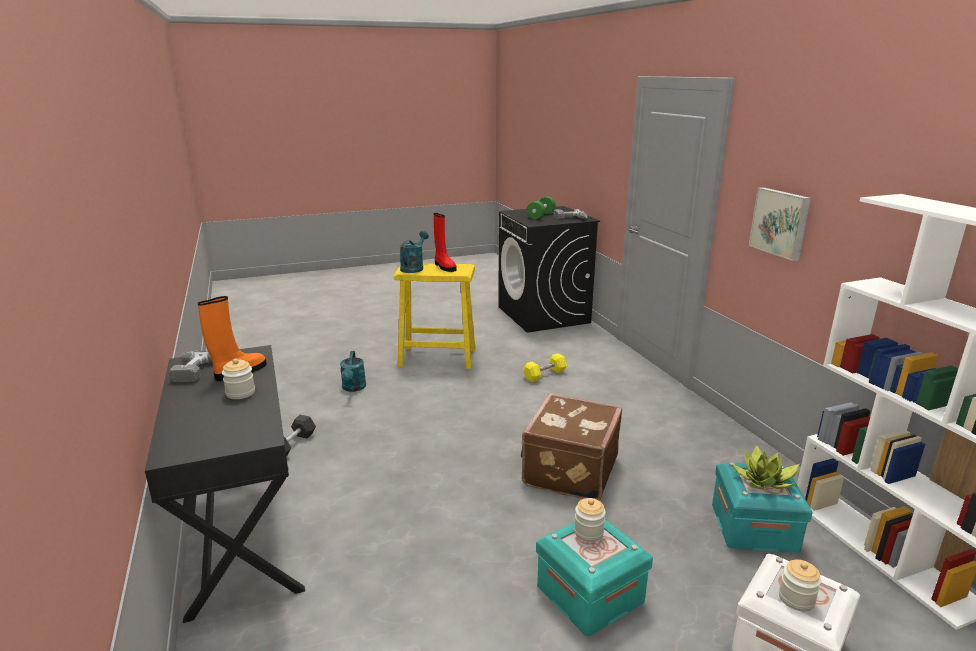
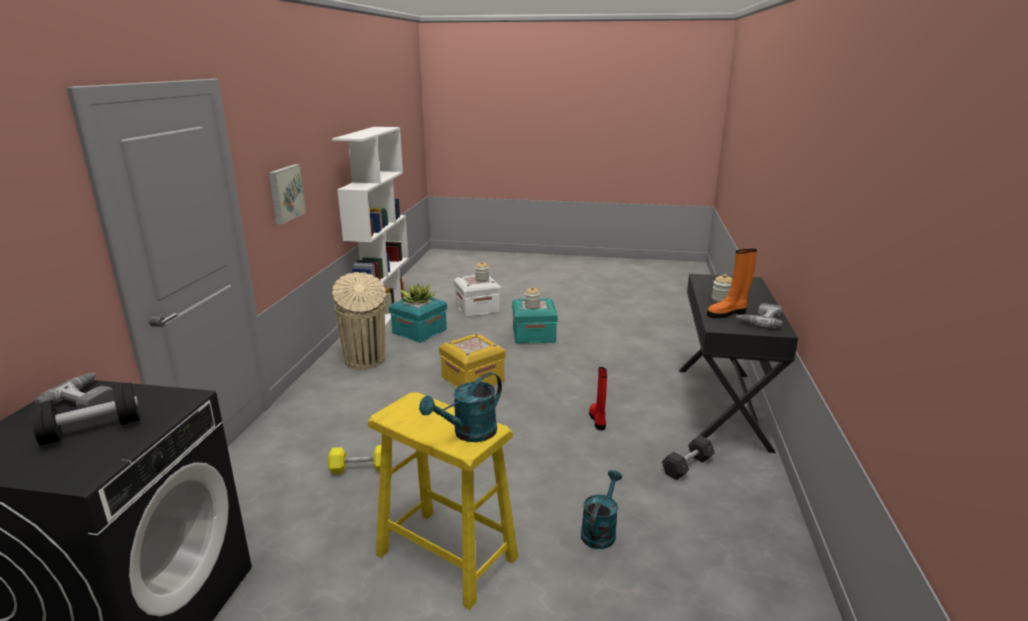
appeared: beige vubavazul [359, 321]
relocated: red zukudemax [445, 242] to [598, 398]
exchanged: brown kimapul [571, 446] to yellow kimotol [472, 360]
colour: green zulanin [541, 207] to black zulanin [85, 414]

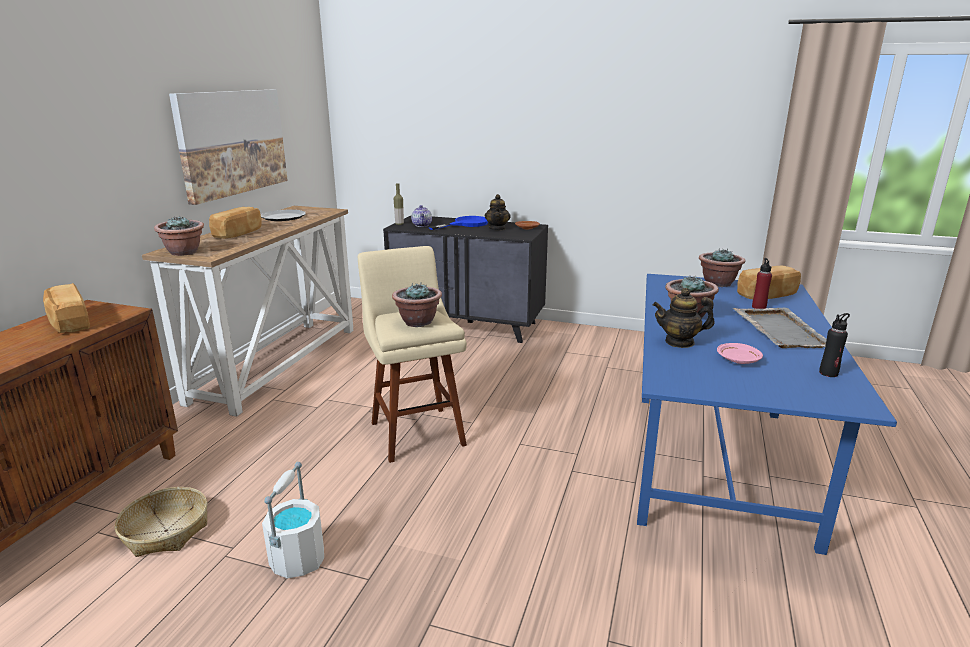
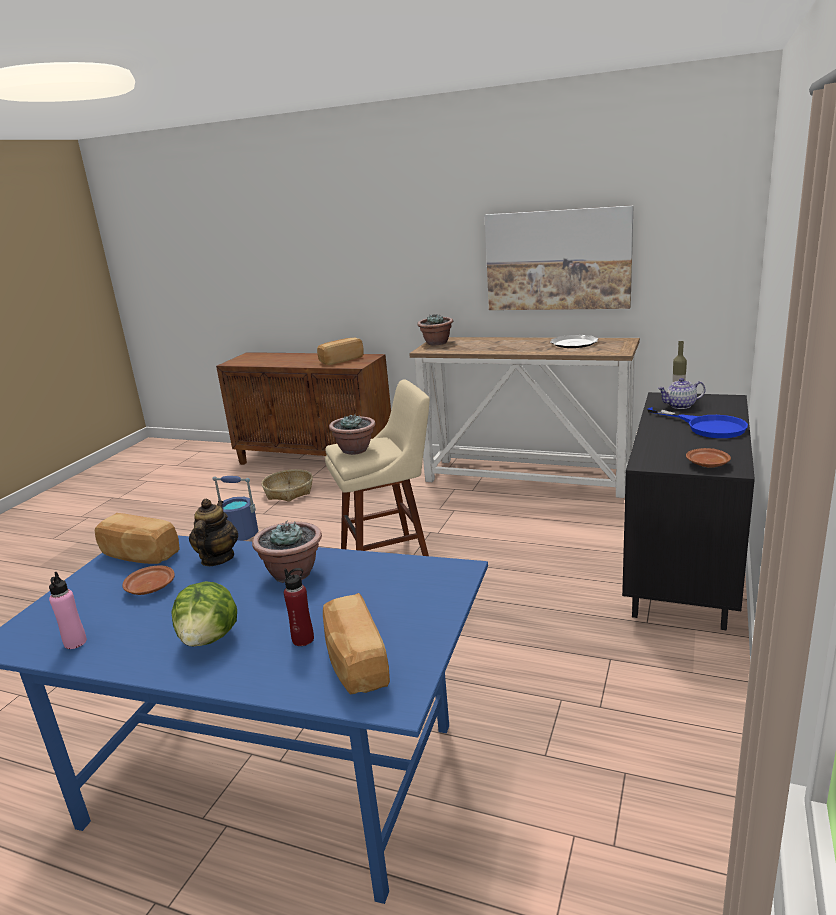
missing: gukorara [498, 212]; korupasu [722, 267]
relocated: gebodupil [235, 223] to [137, 538]
exchanged: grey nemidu [780, 328] to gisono [204, 614]
colour: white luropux [293, 520] to blue luropux [235, 508]; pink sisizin [740, 353] to brown sisizin [149, 580]; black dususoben [834, 345] to pink dususoben [68, 610]

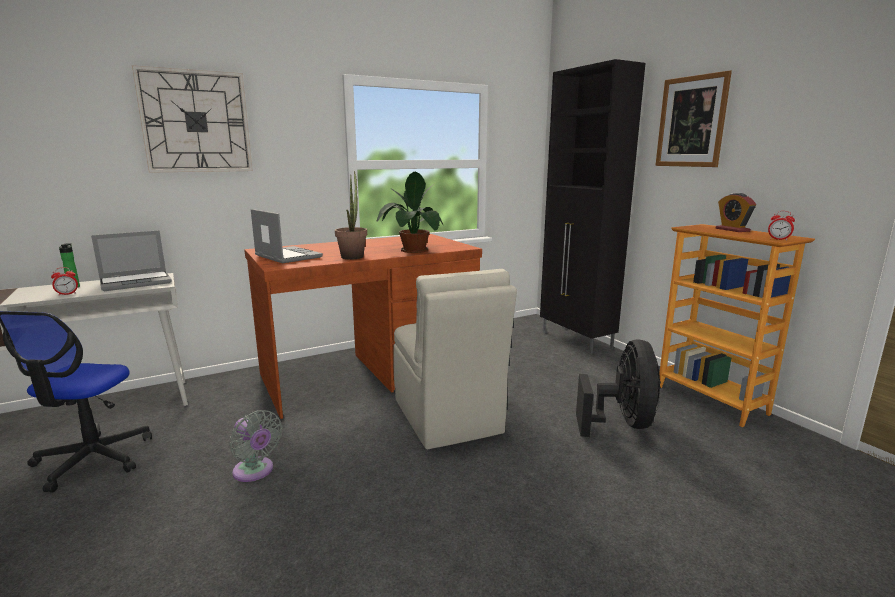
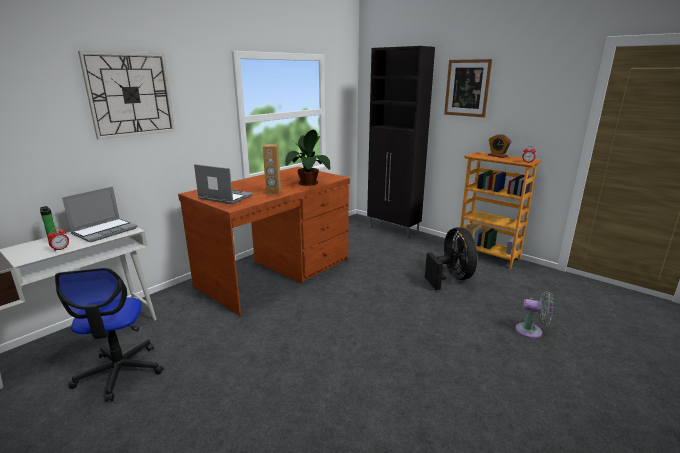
missing: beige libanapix [455, 359]
relocated: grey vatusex [255, 446] to [534, 315]
exchanged: korupasu [351, 215] to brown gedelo [272, 169]

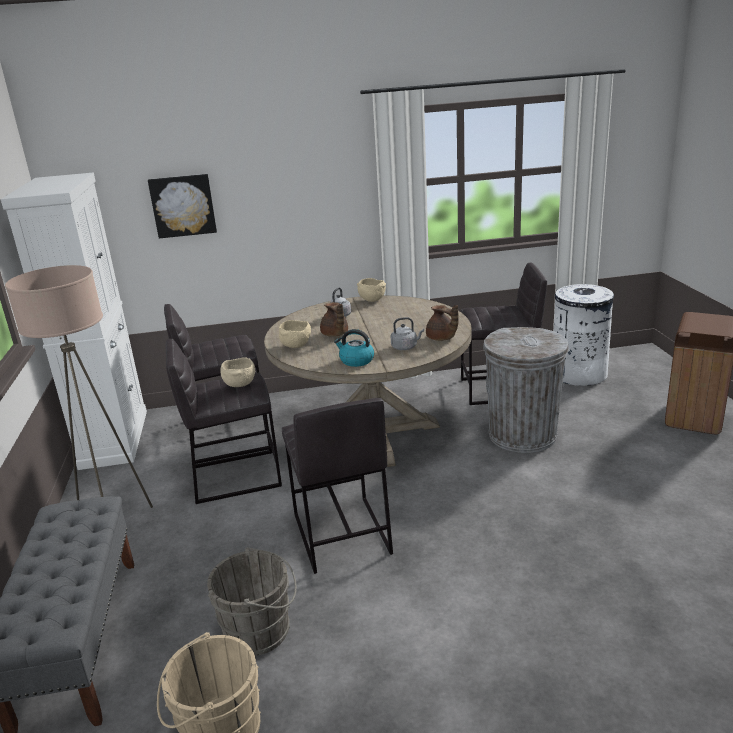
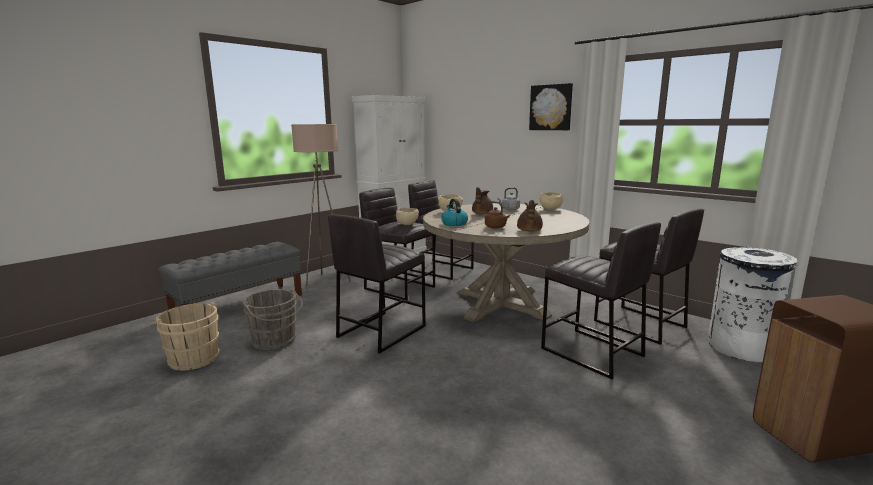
relocated: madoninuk [182, 206] to [551, 106]
exchanged: grey vubavazul [526, 390] to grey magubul [601, 300]
colour: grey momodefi [407, 333] to brown momodefi [497, 214]

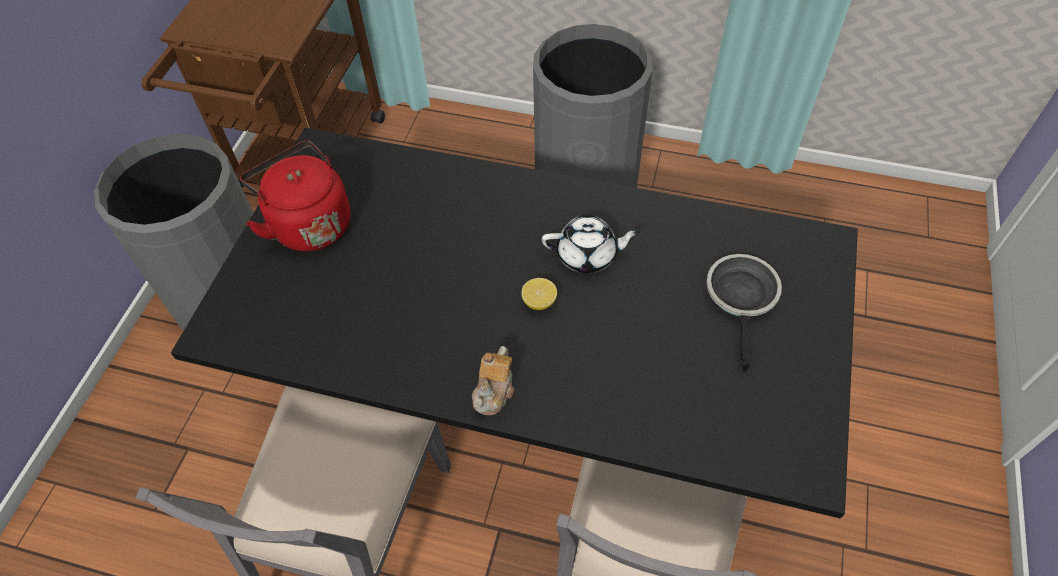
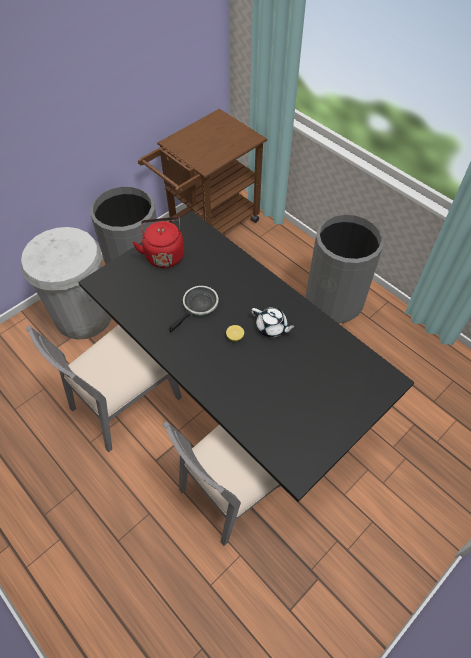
missing: gukorara [493, 380]
appeared: white vubavazul [66, 283]
relocated: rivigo [744, 313] to [194, 309]

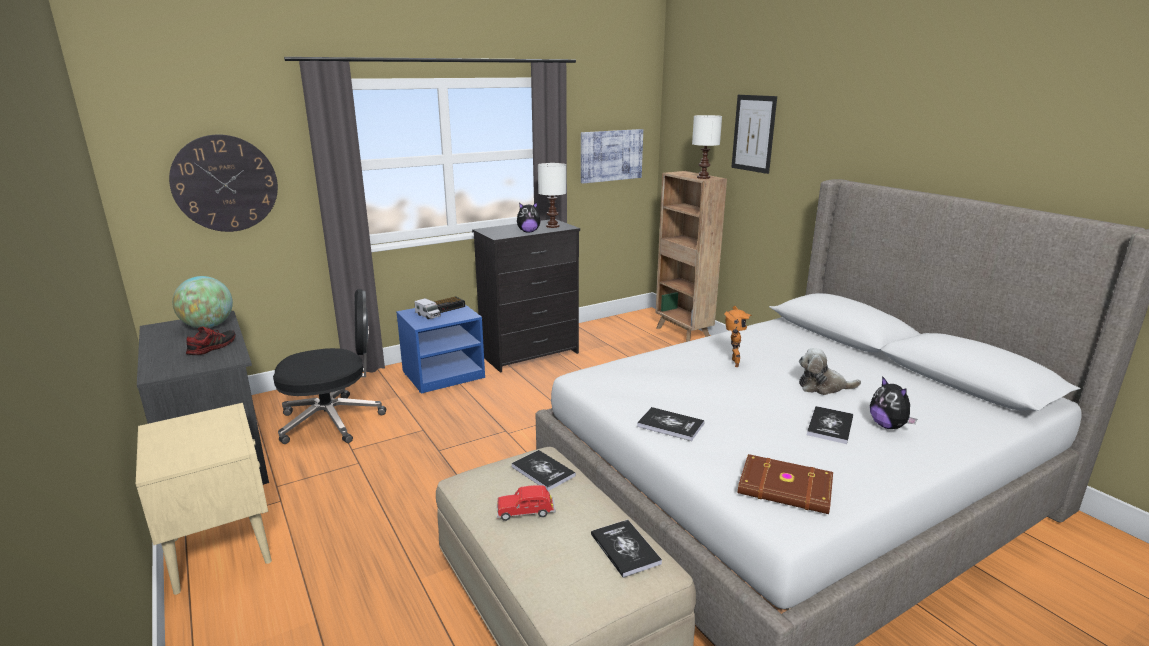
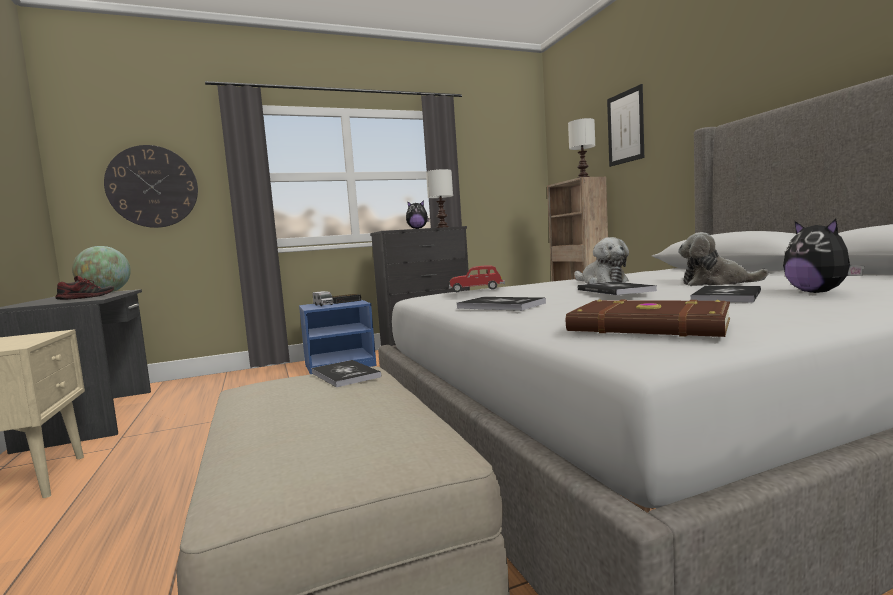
missing: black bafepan [329, 366]; madoninuk [612, 156]
relocated: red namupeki [526, 503] to [477, 278]; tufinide [626, 549] to [617, 288]
exchanged: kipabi [738, 336] to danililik [601, 260]

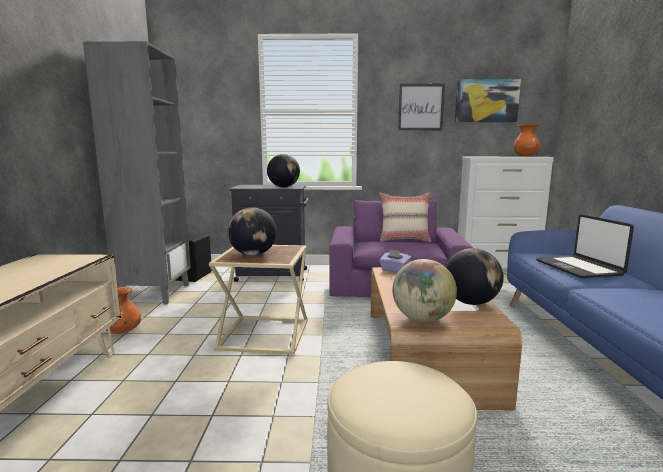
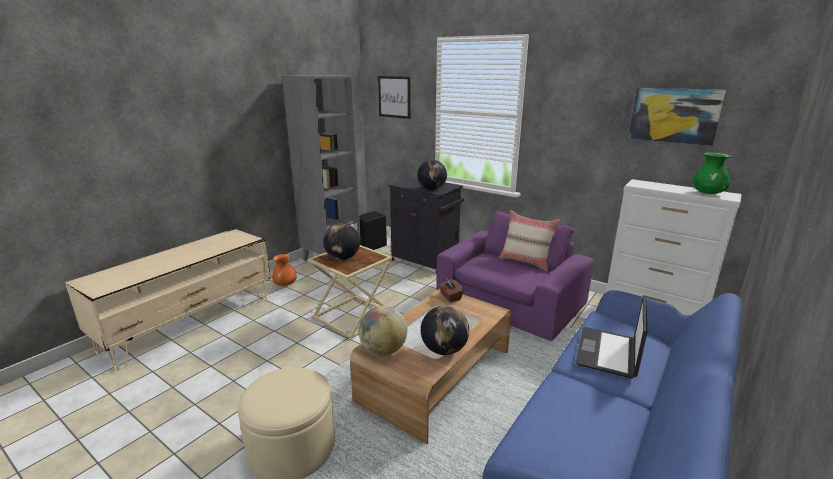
relocated: madoninuk [421, 107] to [394, 97]
colour: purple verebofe [395, 261] to brown verebofe [451, 290]; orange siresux [527, 140] to green siresux [711, 173]

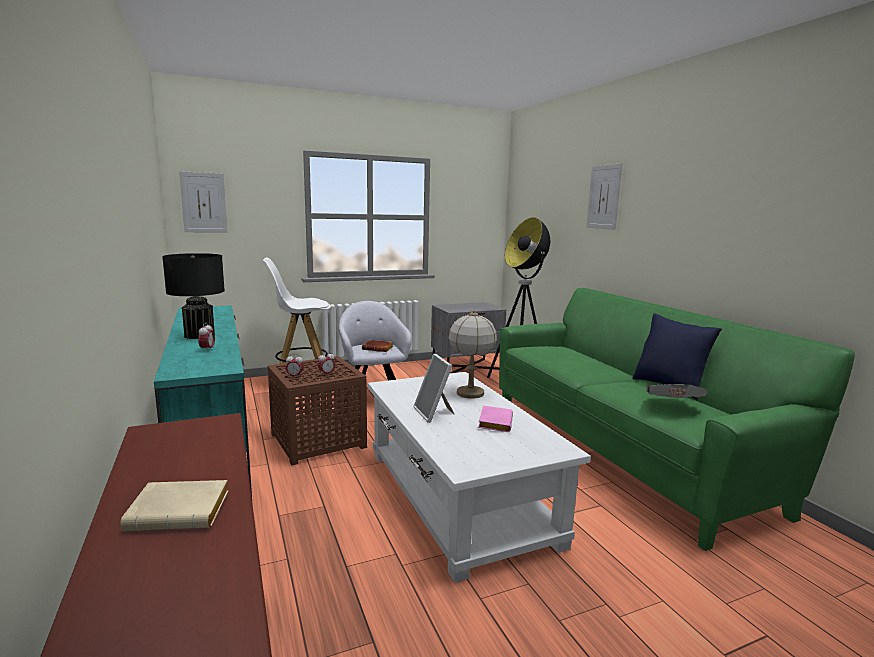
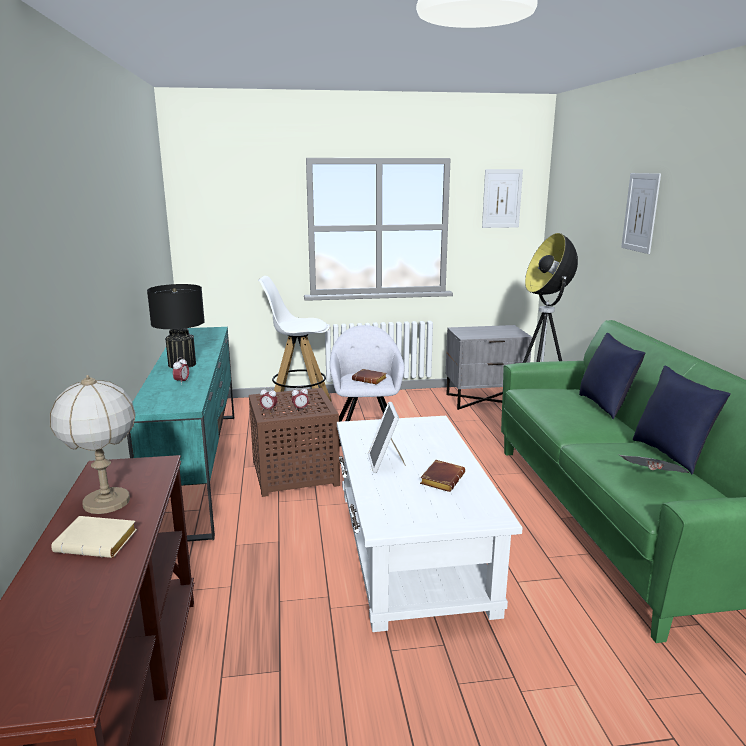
appeared: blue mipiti [612, 376]
relocated: madoninuk [203, 202] to [502, 198]; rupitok [472, 354] to [93, 444]
colour: pink tufinide [495, 418] to brown tufinide [442, 476]

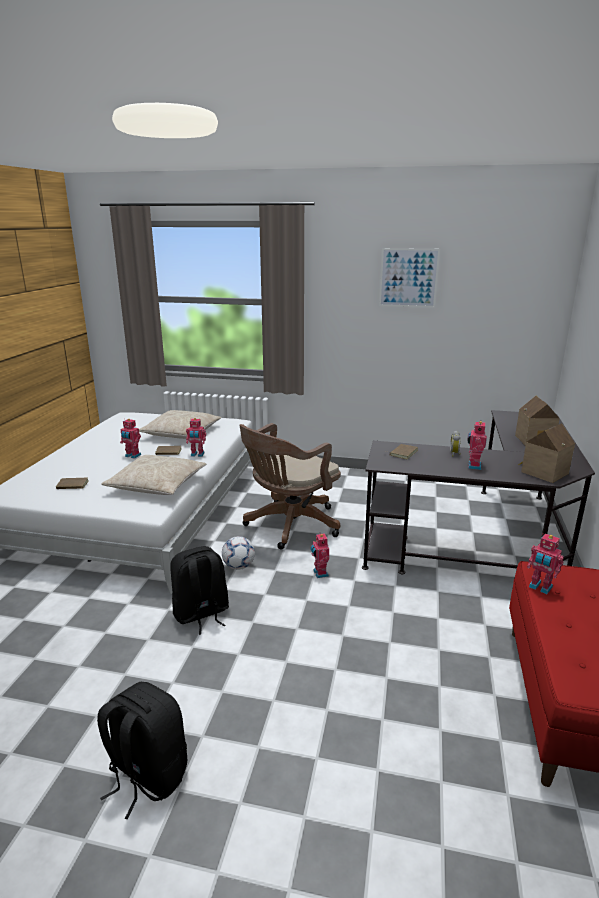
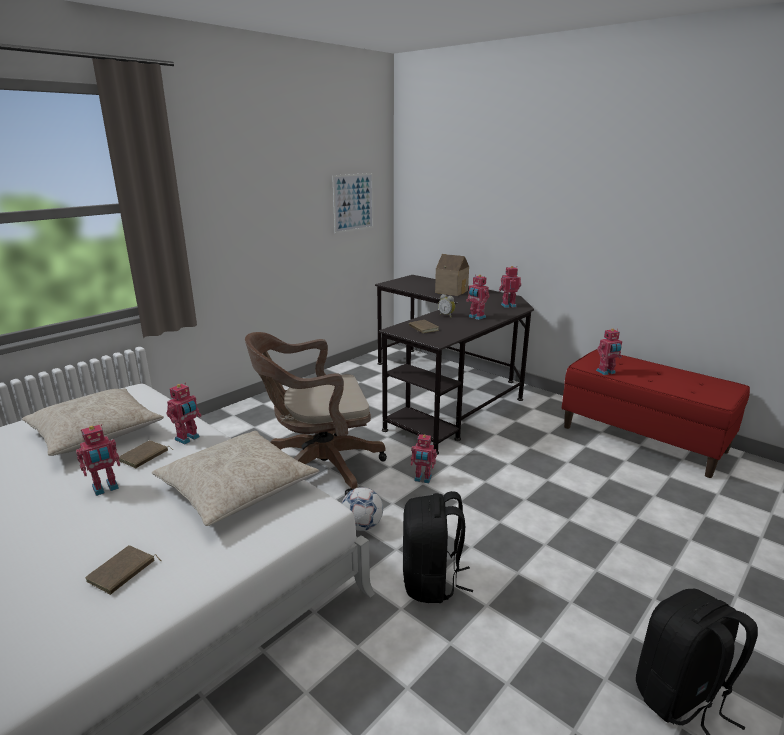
relocated: madoninuk [409, 278] to [352, 203]
exchanged: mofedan [546, 453] to kipabi [510, 287]
spun: brown bafepan [290, 486] = [316, 414] 90 degrees clockwise

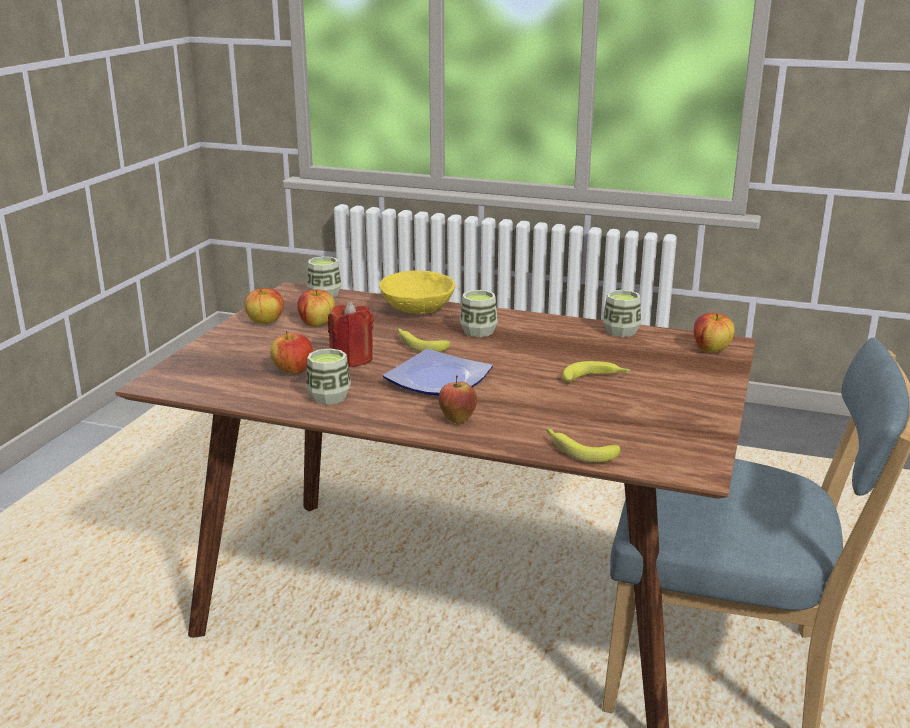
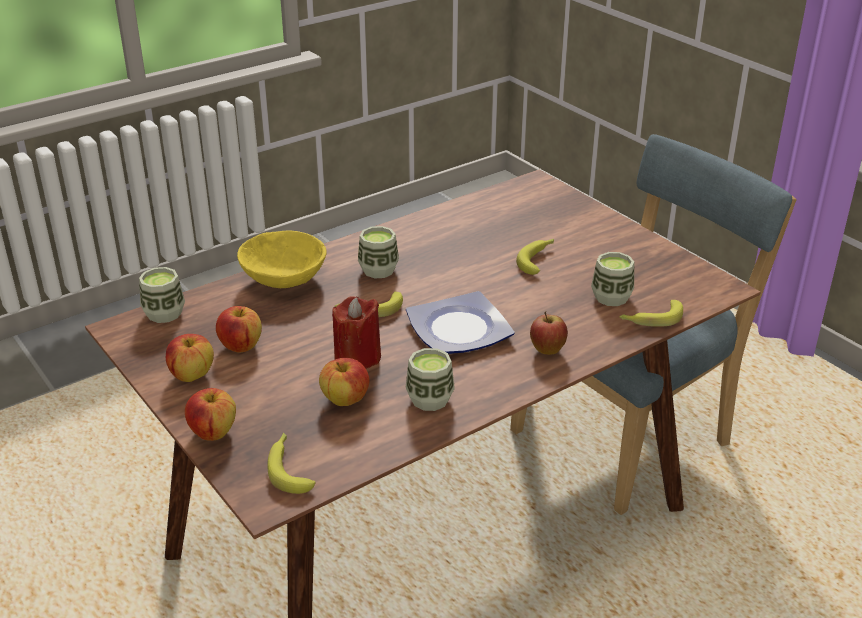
appeared: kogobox [292, 463]
relocated: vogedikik [622, 313] to [612, 279]; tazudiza [714, 333] to [210, 414]

